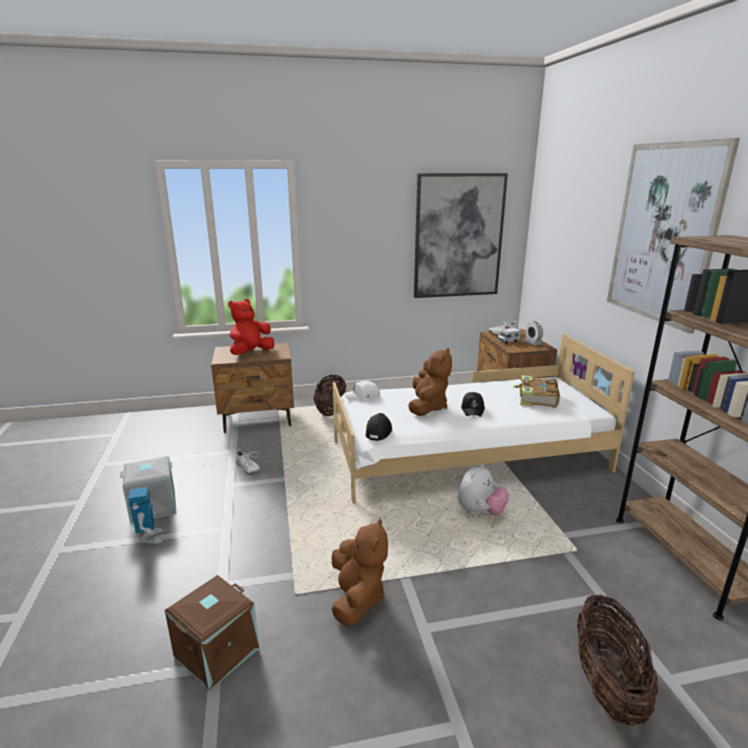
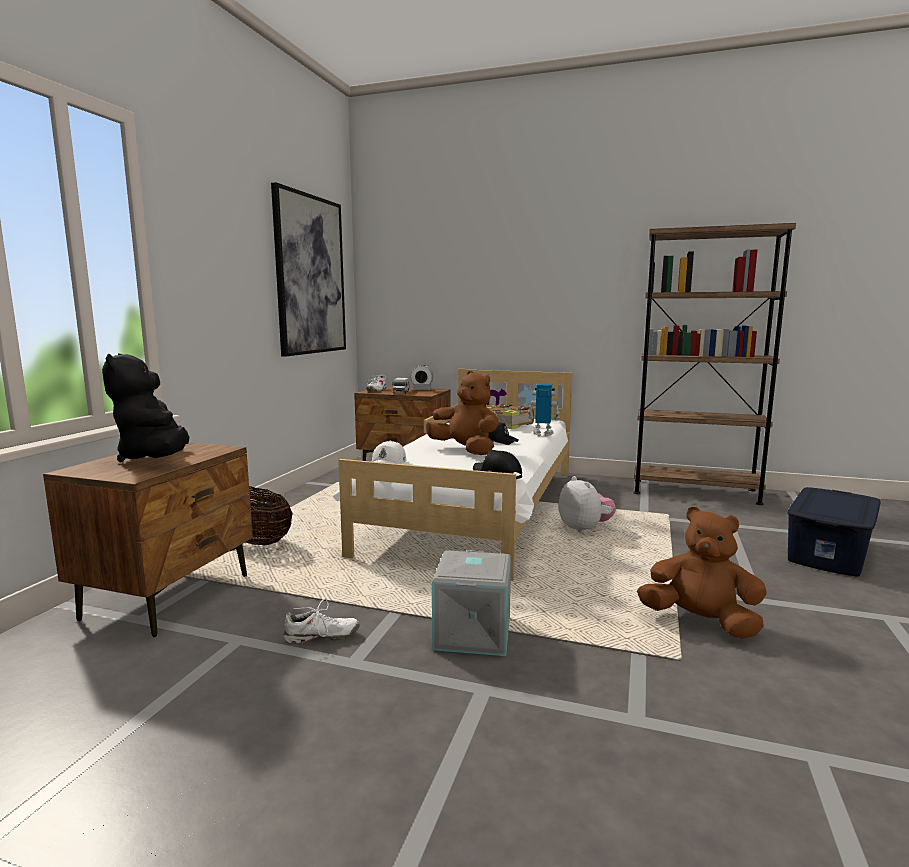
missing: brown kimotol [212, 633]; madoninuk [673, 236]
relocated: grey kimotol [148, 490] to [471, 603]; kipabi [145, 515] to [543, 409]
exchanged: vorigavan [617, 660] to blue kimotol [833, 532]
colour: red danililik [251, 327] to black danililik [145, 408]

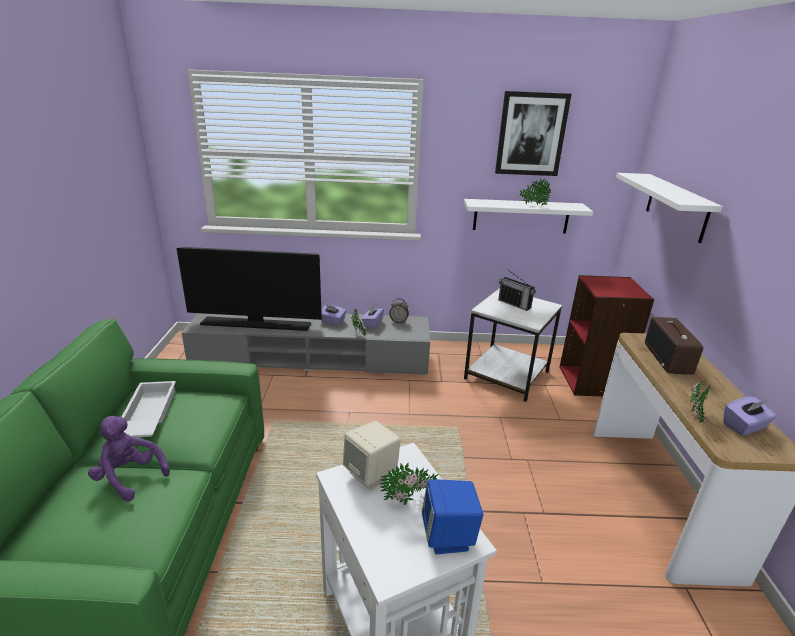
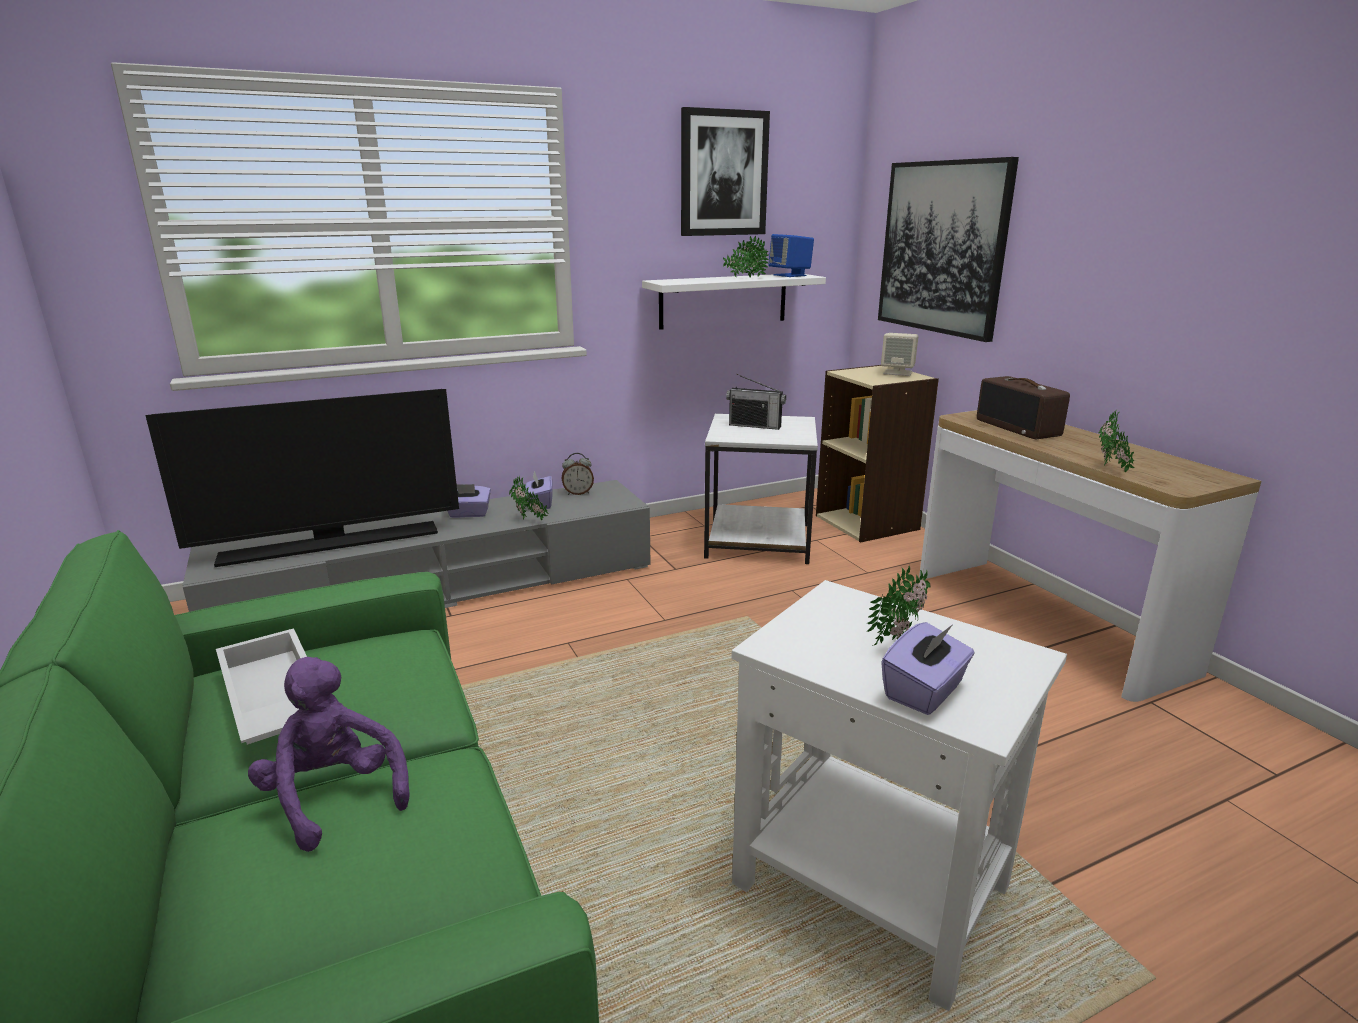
relocated: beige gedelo [372, 456] to [899, 354]; blue gedelo [452, 516] to [791, 255]; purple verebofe [750, 416] to [928, 668]
exchanged: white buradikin [669, 208] to madoninuk [948, 249]
colour: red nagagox [607, 336] to beige nagagox [877, 454]
spun: purple danililik [129, 458] = [328, 754] 45 degrees clockwise

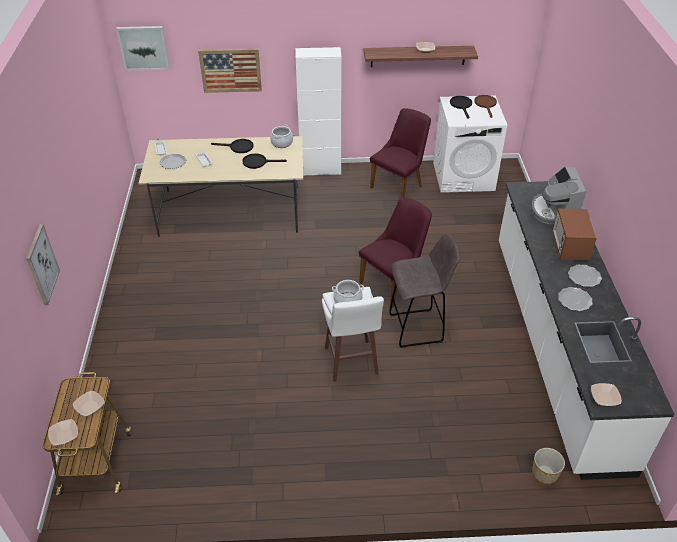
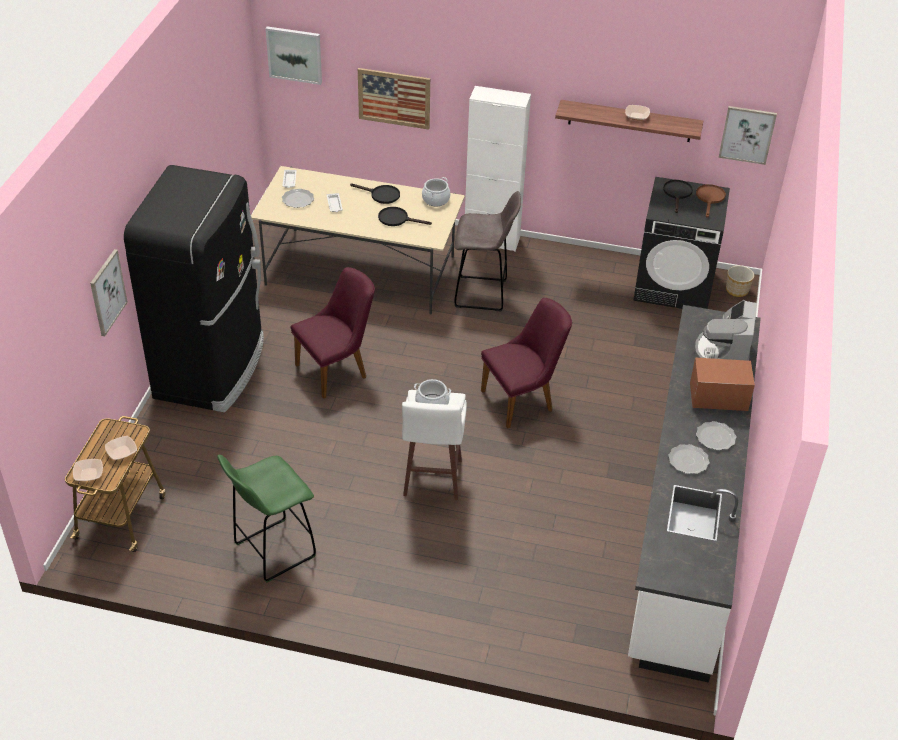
missing: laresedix [606, 394]
appeared: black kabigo [194, 289]; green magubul [266, 519]; madoninuk [748, 135]
relocated: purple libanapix [400, 153] to [333, 333]; grey magubul [424, 290] to [487, 251]; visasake [548, 466] to [740, 281]
colour: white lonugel [470, 144] to black lonugel [681, 243]
spun: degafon [574, 234] = [722, 384] 75 degrees clockwise

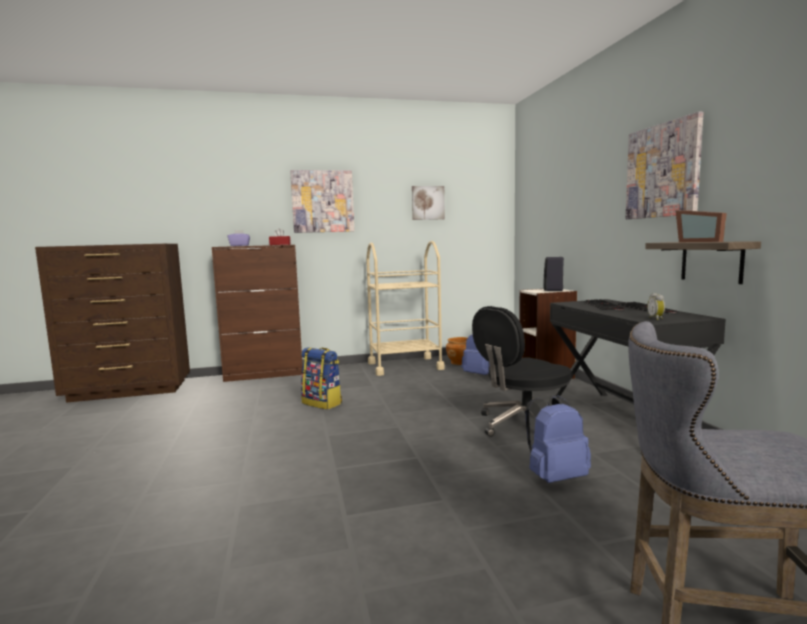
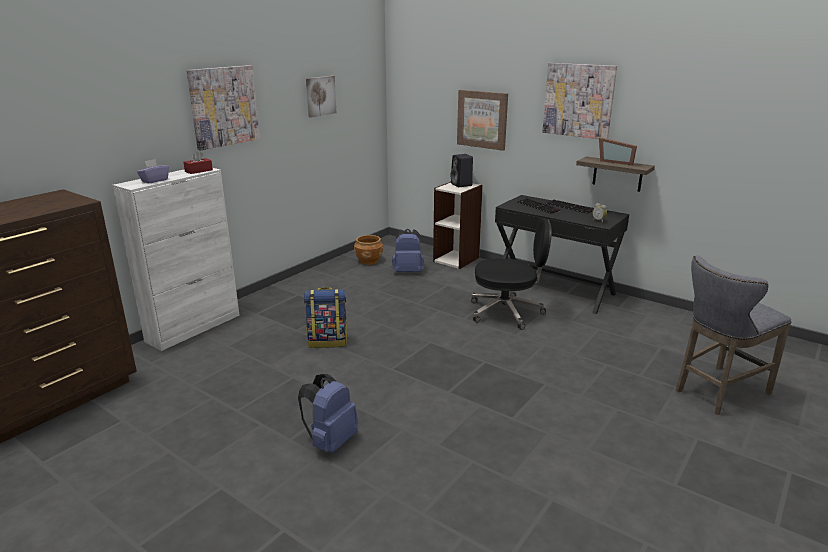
missing: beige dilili [405, 308]
appeared: madoninuk [482, 120]
relocated: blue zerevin [558, 439] to [328, 413]
colour: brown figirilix [257, 313] to white figirilix [176, 259]
spun: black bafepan [521, 371] = [511, 274] 105 degrees counterclockwise

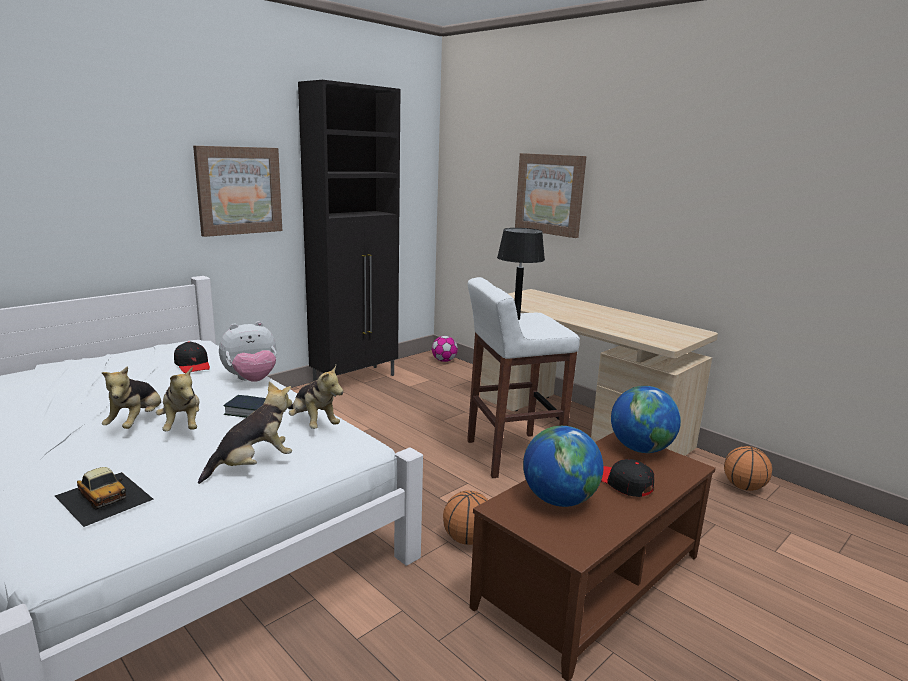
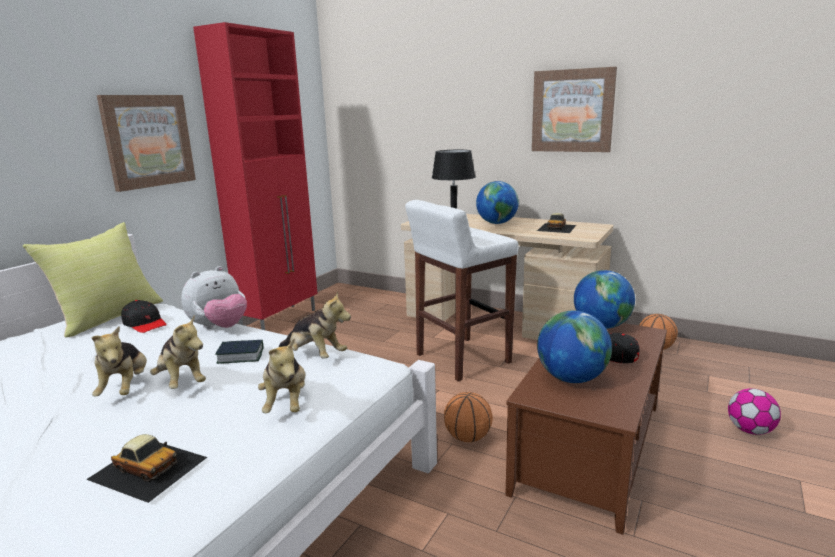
appeared: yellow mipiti [93, 280]; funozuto [497, 202]; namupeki [556, 223]
relocated: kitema [445, 349] to [754, 411]; madoninuk [550, 195] to [574, 109]
colour: black figirilix [349, 230] to red figirilix [255, 176]
spun: danililik [245, 432] = [282, 376] 135 degrees clockwise

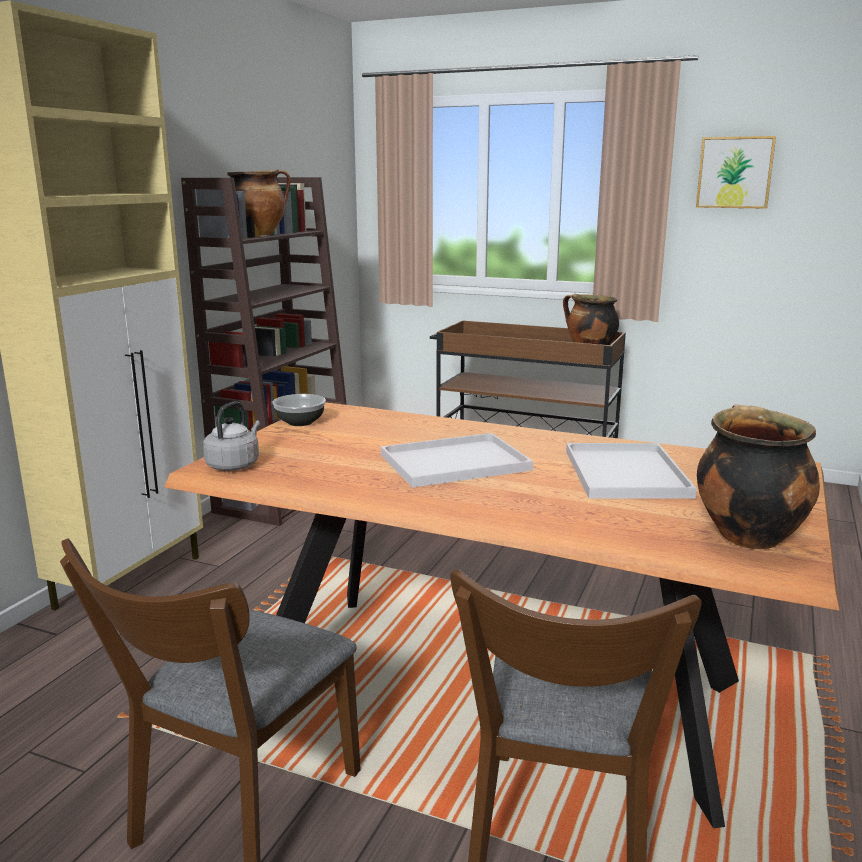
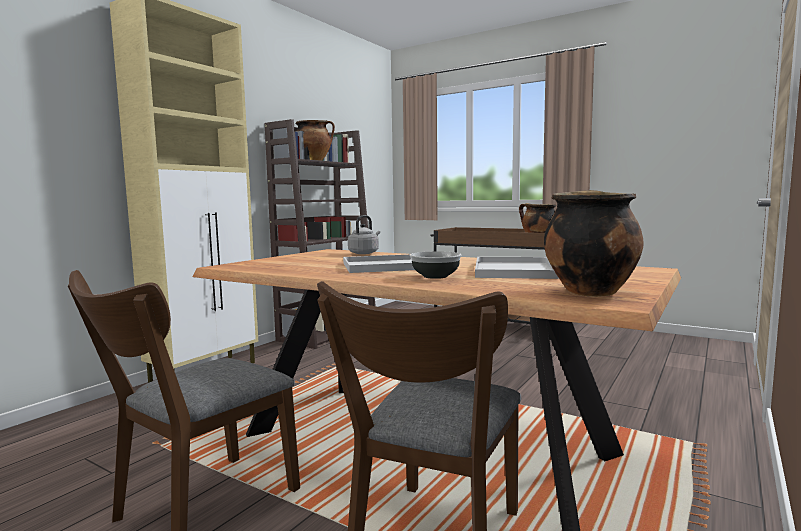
missing: madoninuk [736, 172]
relocated: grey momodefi [231, 436] to [364, 234]; laresedix [299, 410] to [435, 265]

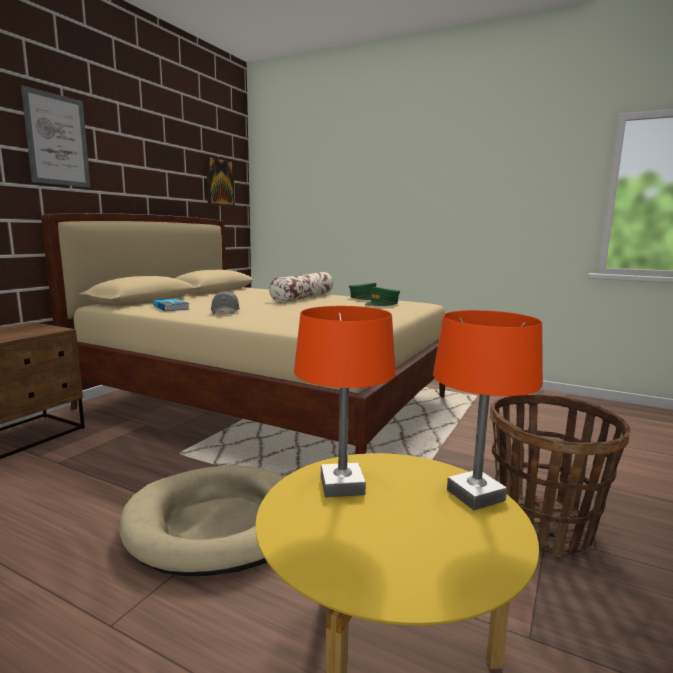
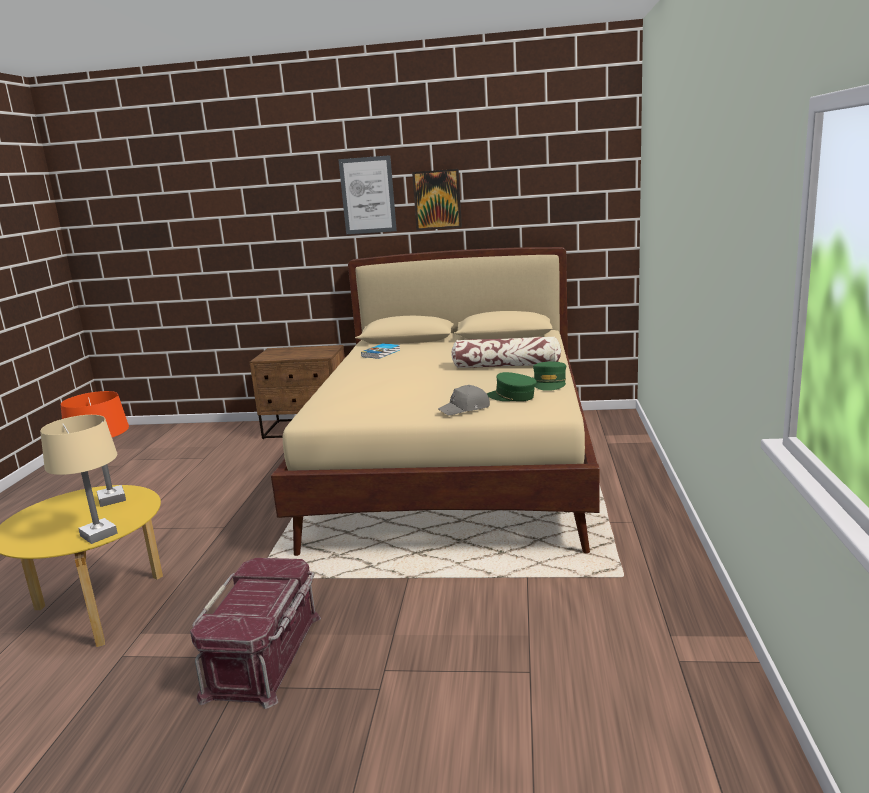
missing: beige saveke [202, 520]
relocated: madoninuk [220, 181] to [437, 199]; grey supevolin [225, 303] to [464, 400]
exchanged: vorigavan [560, 475] to red kimotol [255, 633]
colour: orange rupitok [488, 410] to beige rupitok [78, 479]

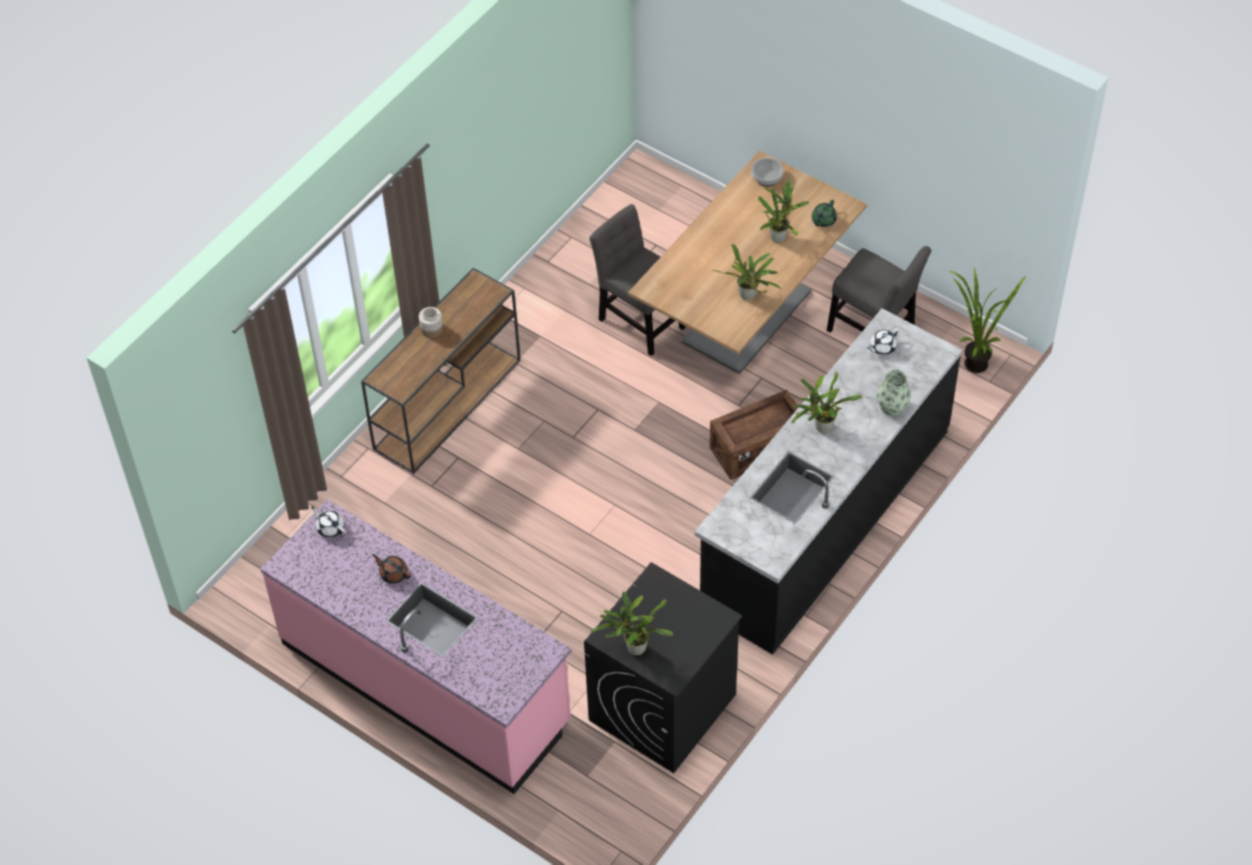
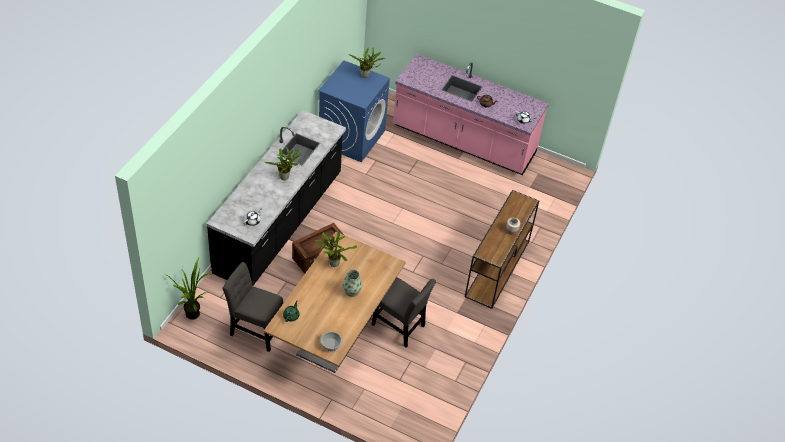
missing: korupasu [783, 211]
relocated: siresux [894, 393] to [352, 283]
colour: black lonugel [663, 667] to blue lonugel [354, 111]

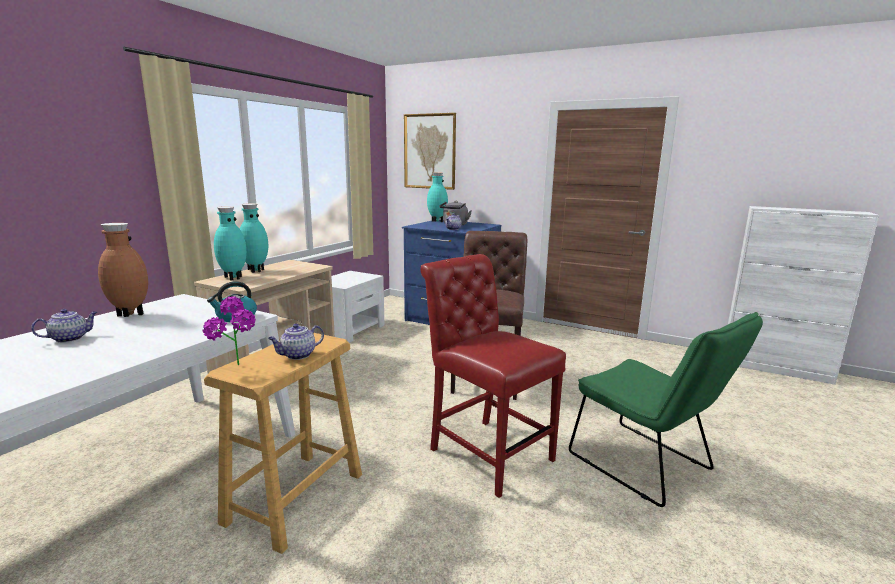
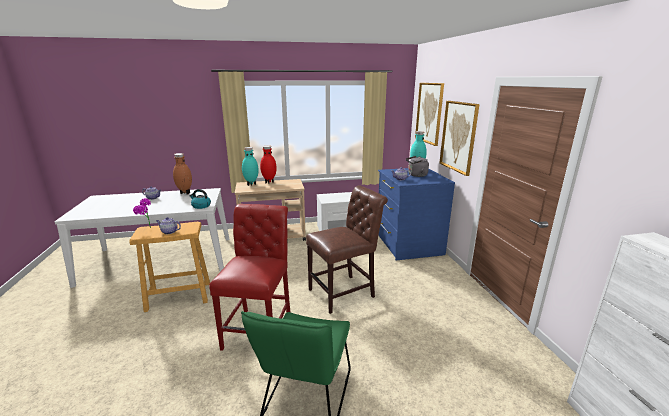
appeared: madoninuk [459, 138]
colour: turquoise siresux [254, 238] to red siresux [268, 165]

